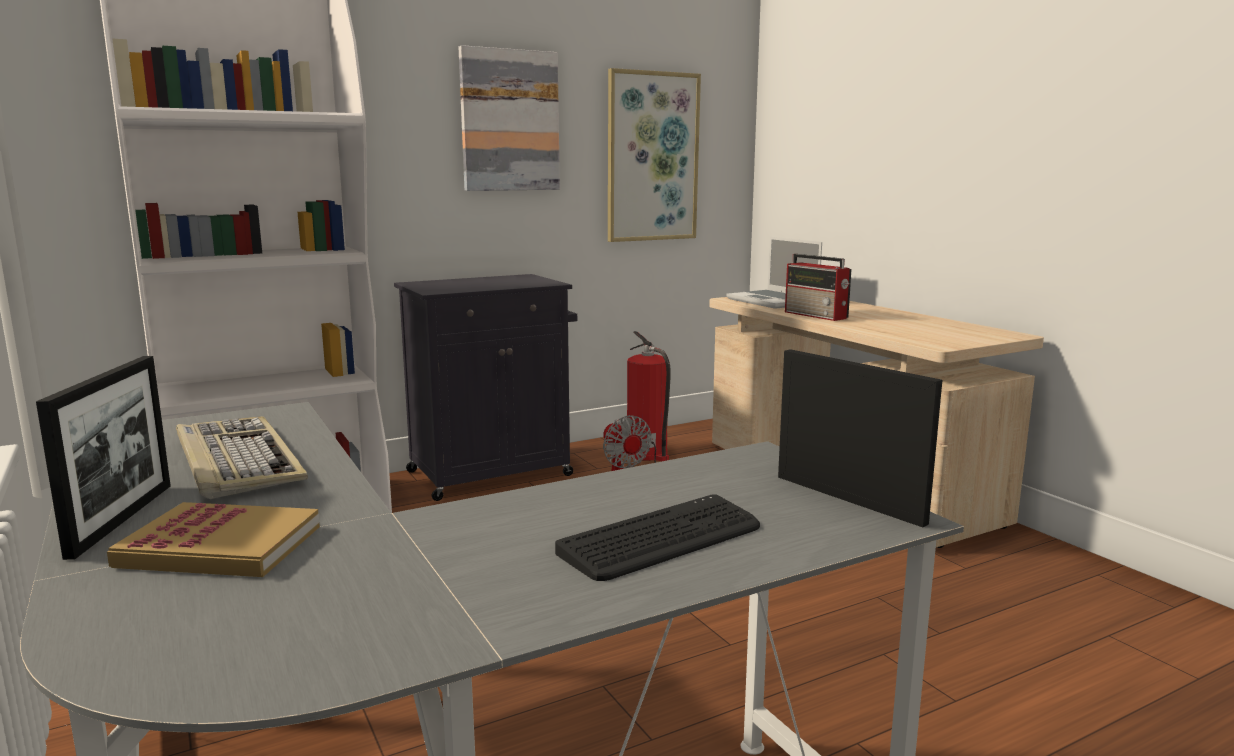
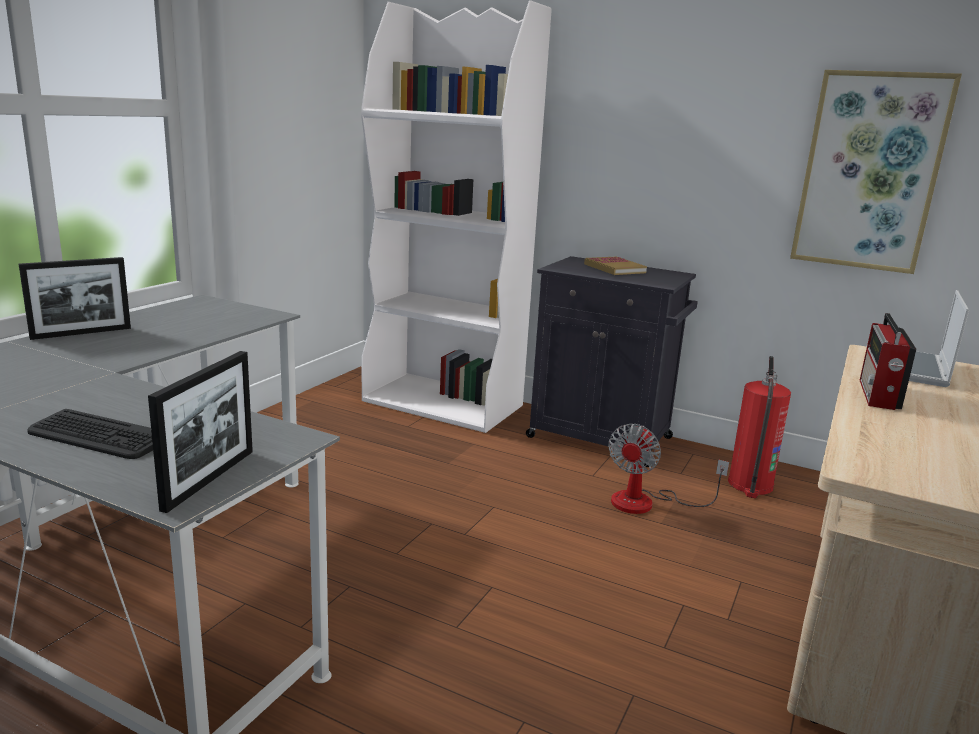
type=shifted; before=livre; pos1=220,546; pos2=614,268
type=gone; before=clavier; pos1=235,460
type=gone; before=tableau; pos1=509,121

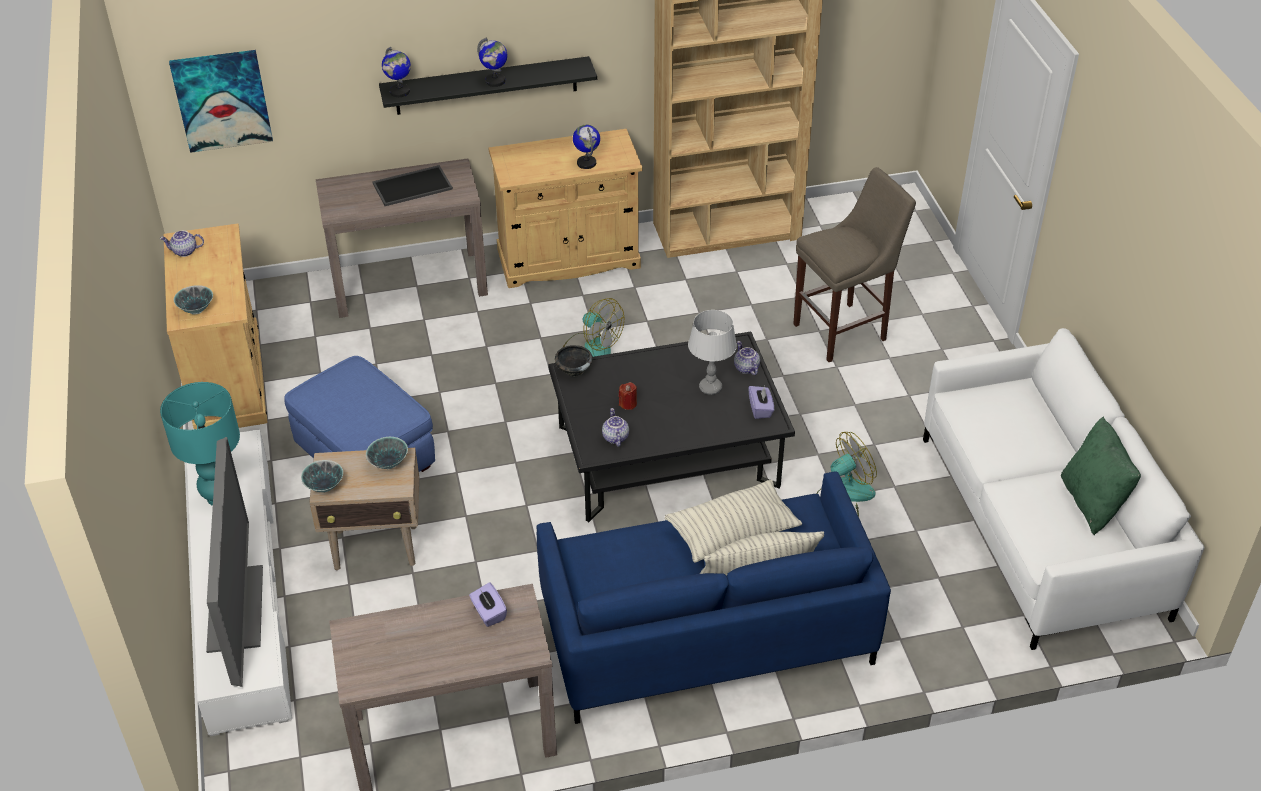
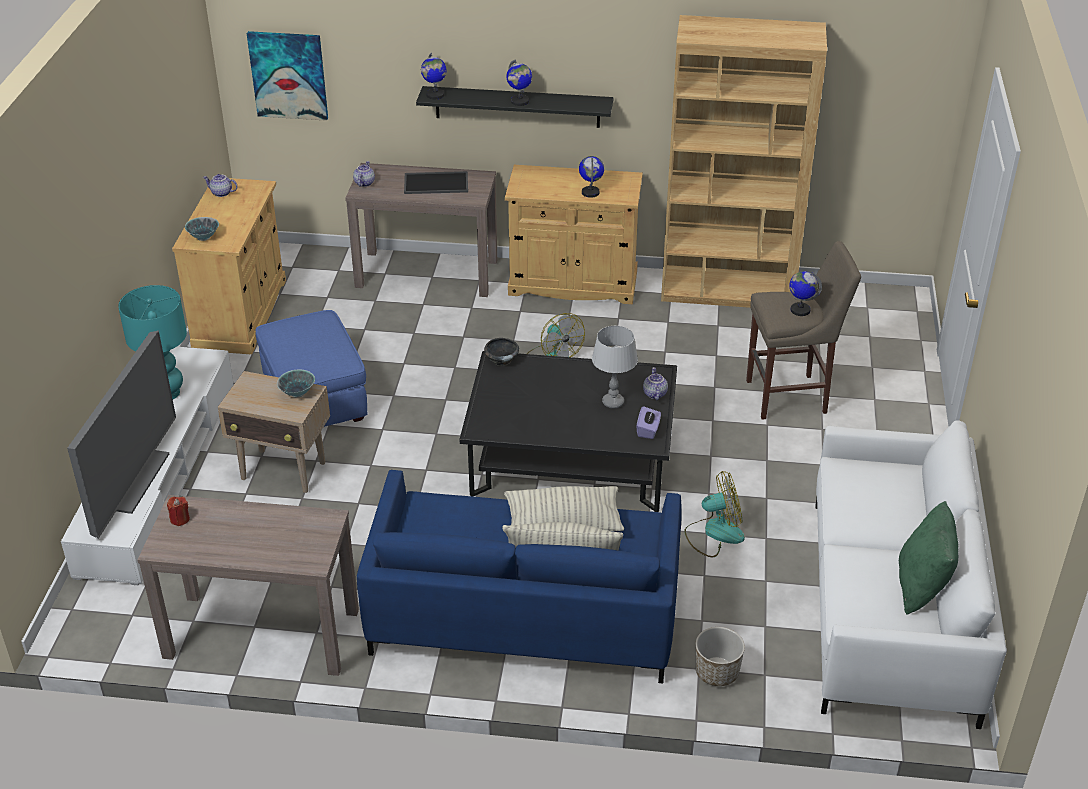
type=gone; before=bol; pos1=324,487
type=gone; before=boîte à mouchoirs [violet]; pos1=488,613
type=shifted; before=théière; pos1=614,437; pos2=364,183
type=shifted; before=bougie [rouge]; pos1=628,403; pos2=180,519
type=new; after=cache-pot; pos2=716,672
type=new; after=globe; pos2=800,310

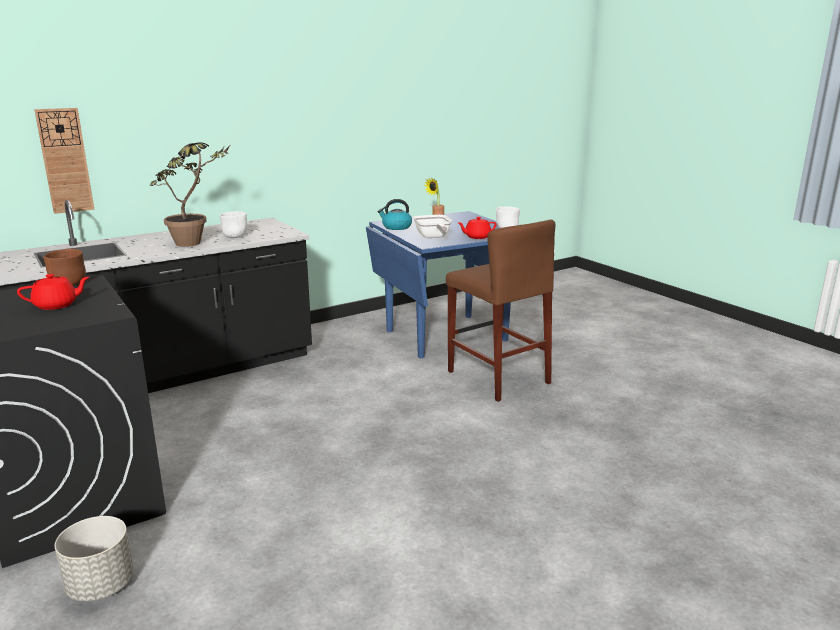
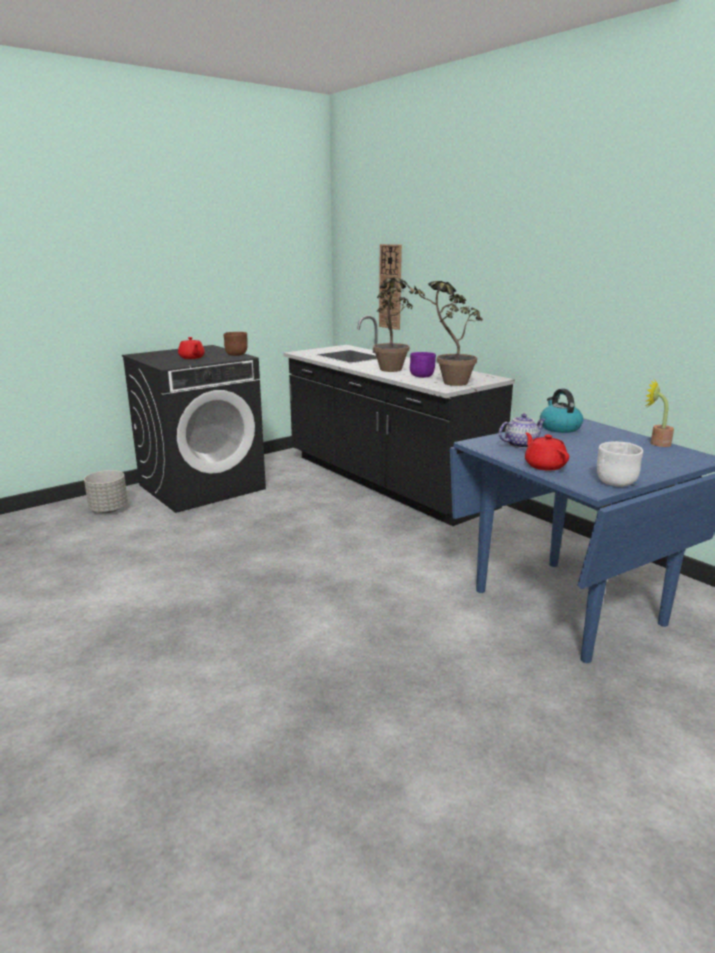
type=repainted; before=bol [blanc]; after=bol [violet]; pos1=235,236; pos2=422,376
type=swapped; before=poêle; after=théière; pos1=433,237; pos2=520,444
type=gone; before=tabouret [marron]; pos1=498,377
type=new; after=plante en pot; pos2=446,383

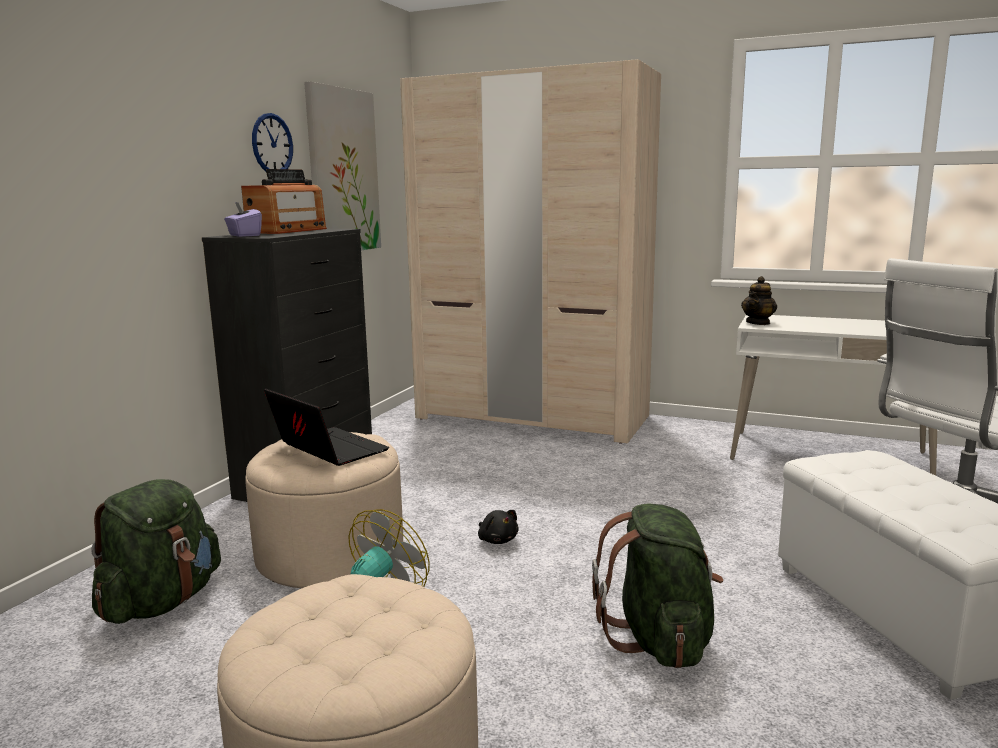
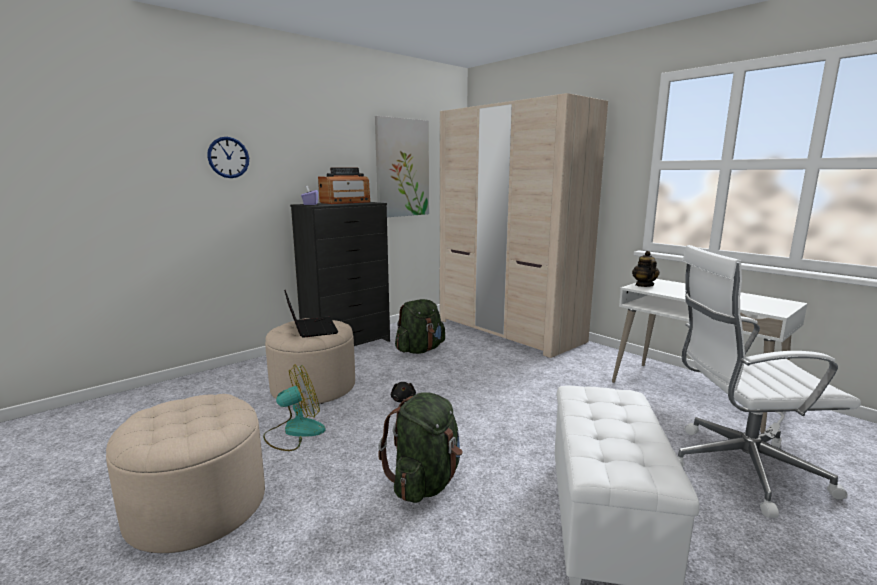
type=shifted; before=sac à dos [vert]; pos1=162,602; pos2=420,350
type=shifted; before=horloge murale; pos1=272,144; pos2=228,157
type=rotated; before=théière; pos1=758,323; pos2=644,285; turn=120

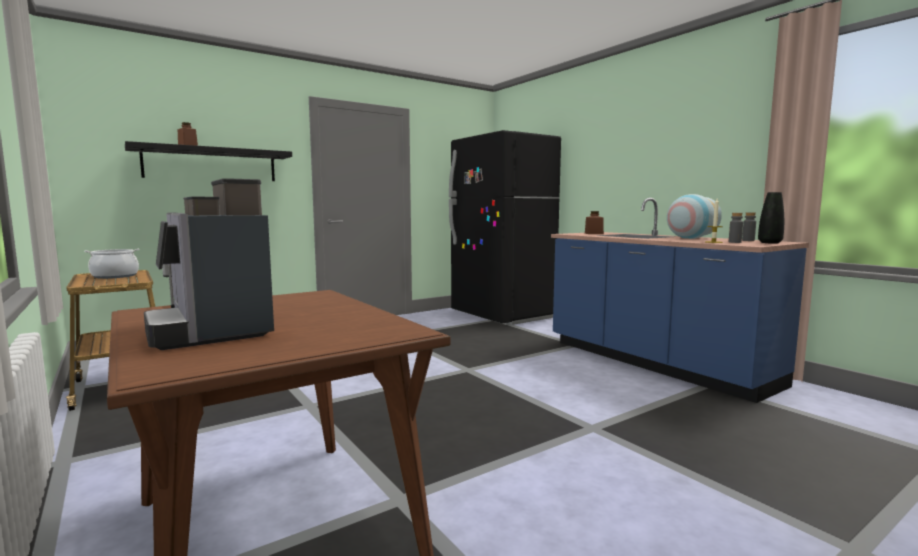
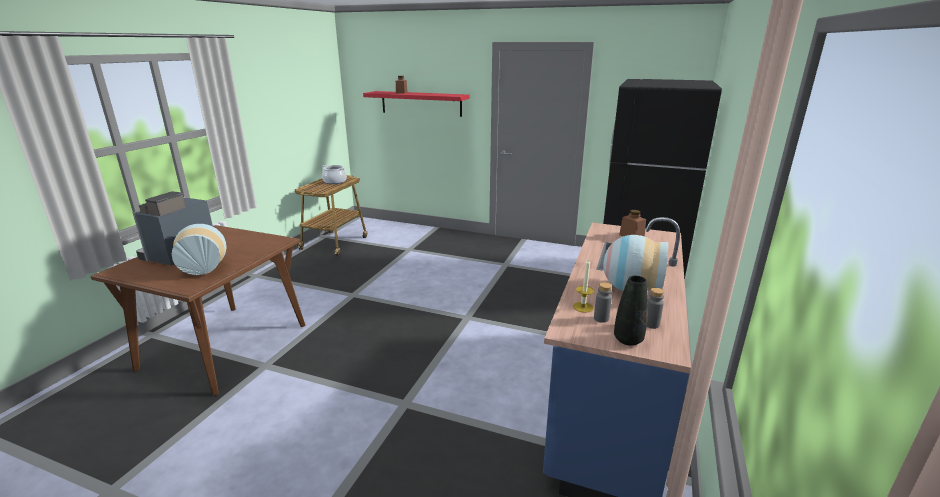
type=repainted; before=étagère [noir]; after=étagère [rouge]; pos1=211,164; pos2=421,103
type=new; after=vase; pos2=205,268

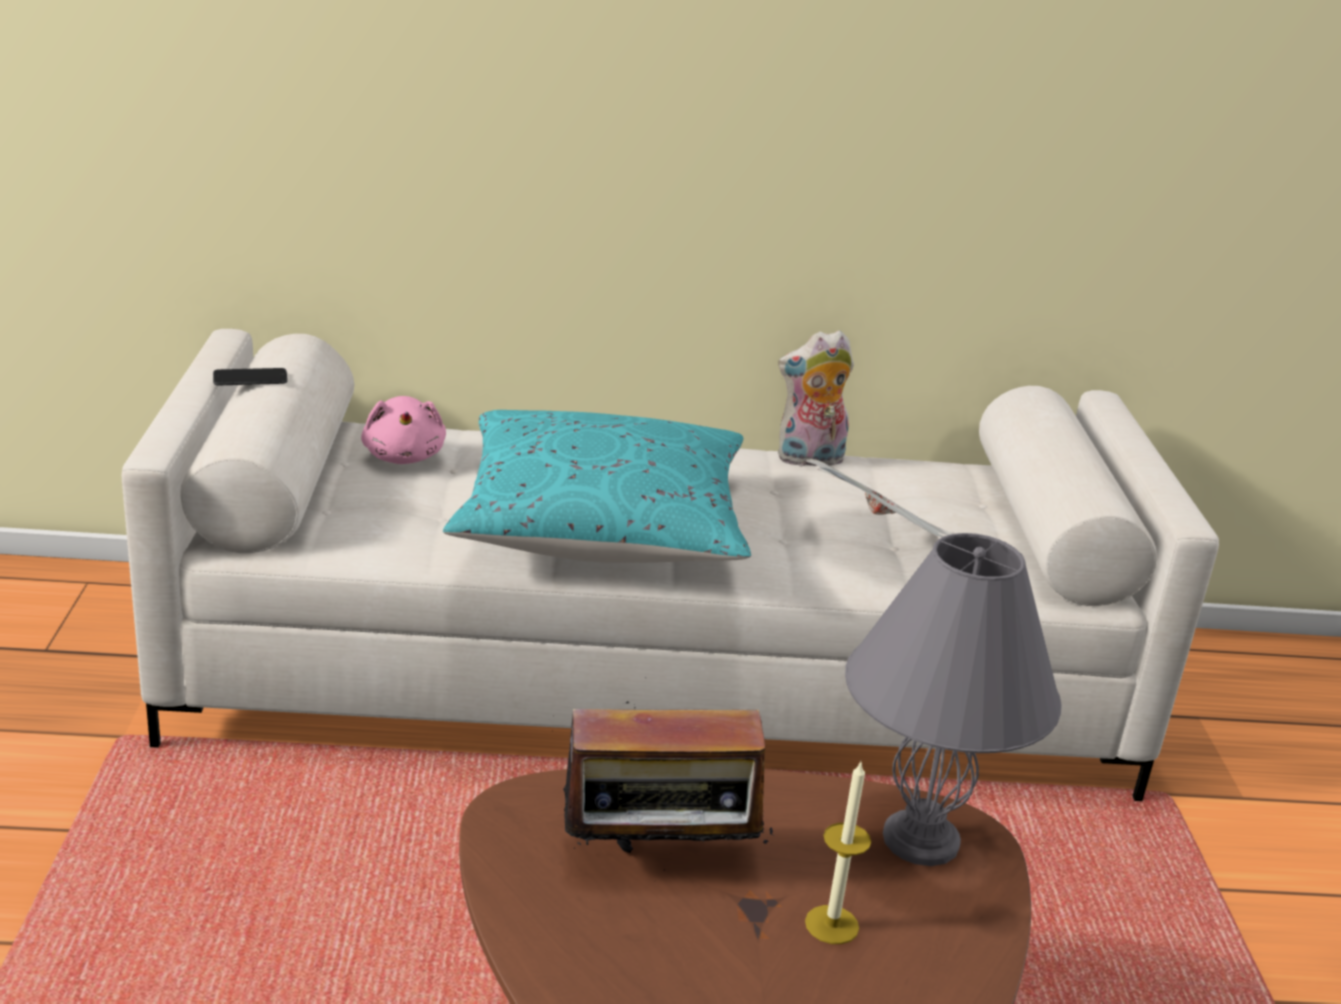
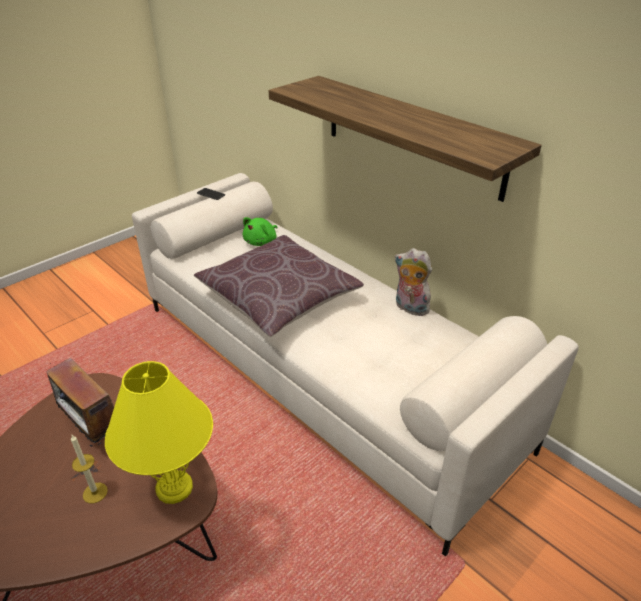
type=repainted; before=peluche [rose]; after=peluche [vert]; pos1=404,456; pos2=261,242
type=repainted; before=coussin [turquoise]; after=coussin [marron]; pos1=601,525; pos2=278,298
type=gone; before=journal; pos1=879,540
type=repainted; before=lampe de table [gris]; after=lampe de table [jaune]; pos1=920,841; pos2=173,488
type=new; after=étagère; pos2=411,135

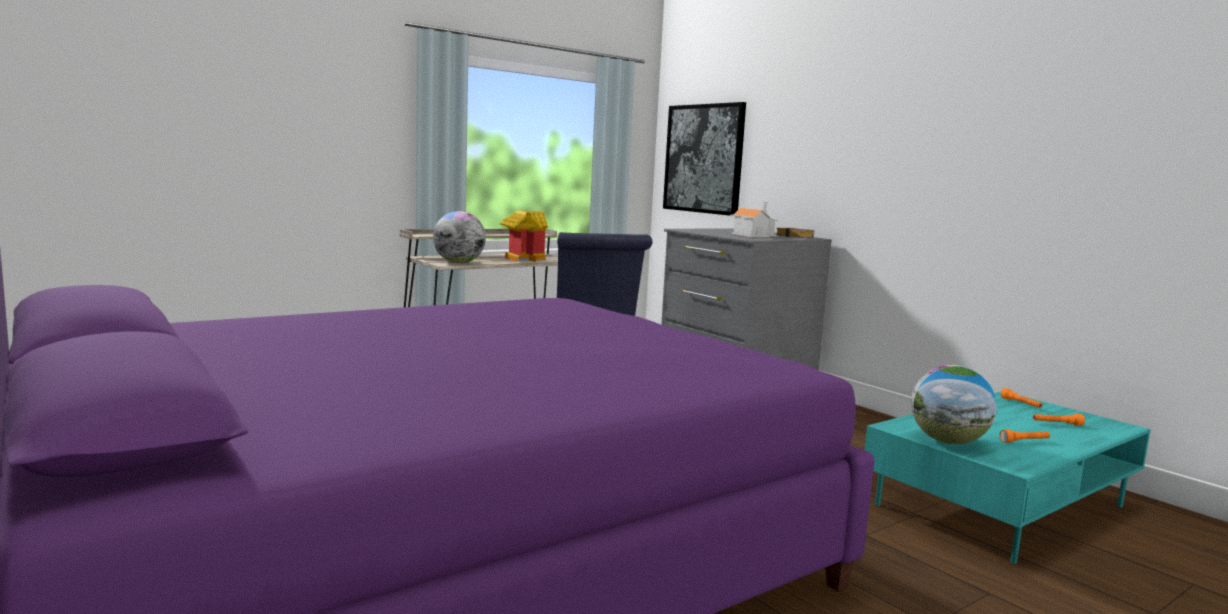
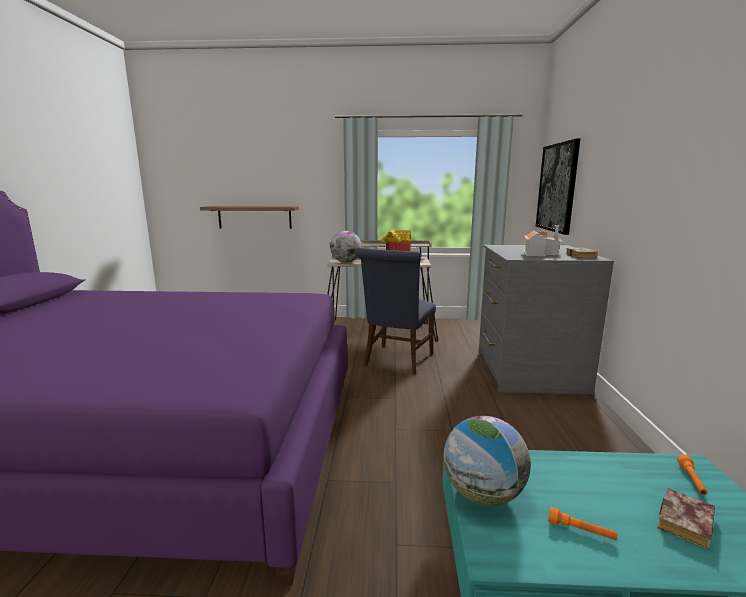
type=swapped; before=lampe de poche [orange]; after=livre; pos1=1056,424; pos2=687,525
type=new; after=étagère; pos2=254,217

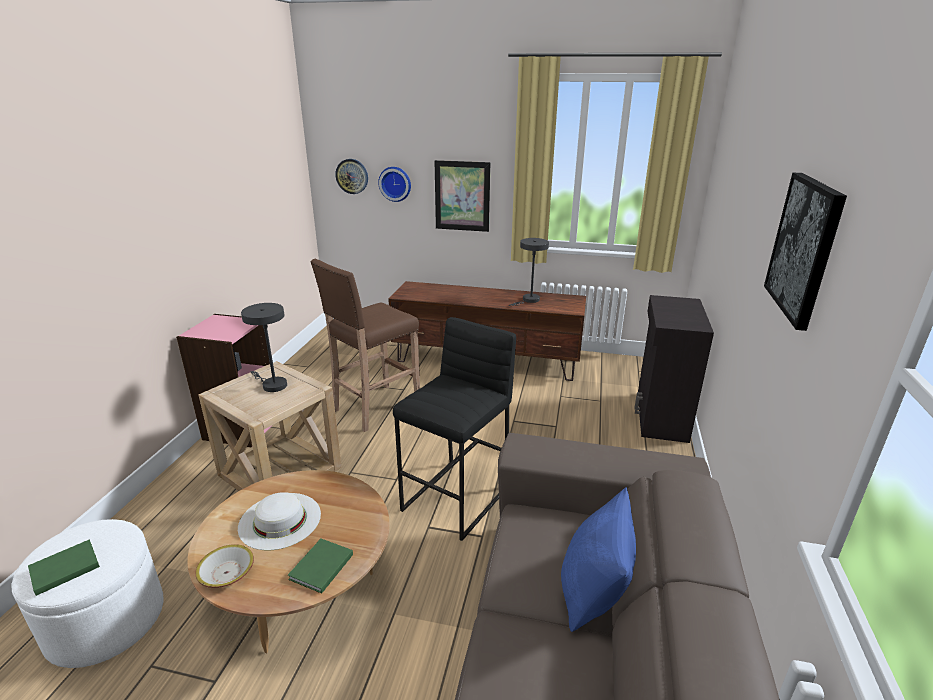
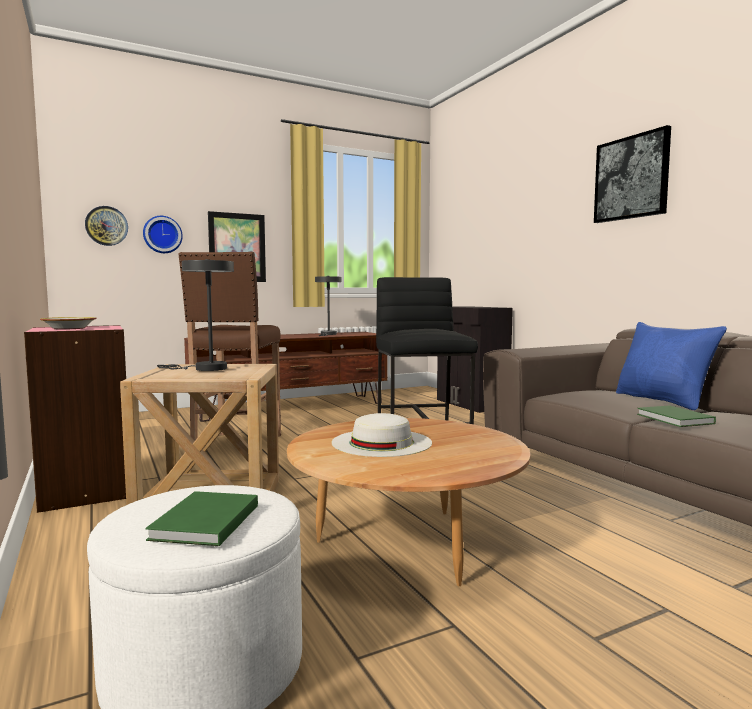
type=shifted; before=bol; pos1=226,573; pos2=69,328
type=shifted; before=livre [vert]; pos1=319,568; pos2=675,419

